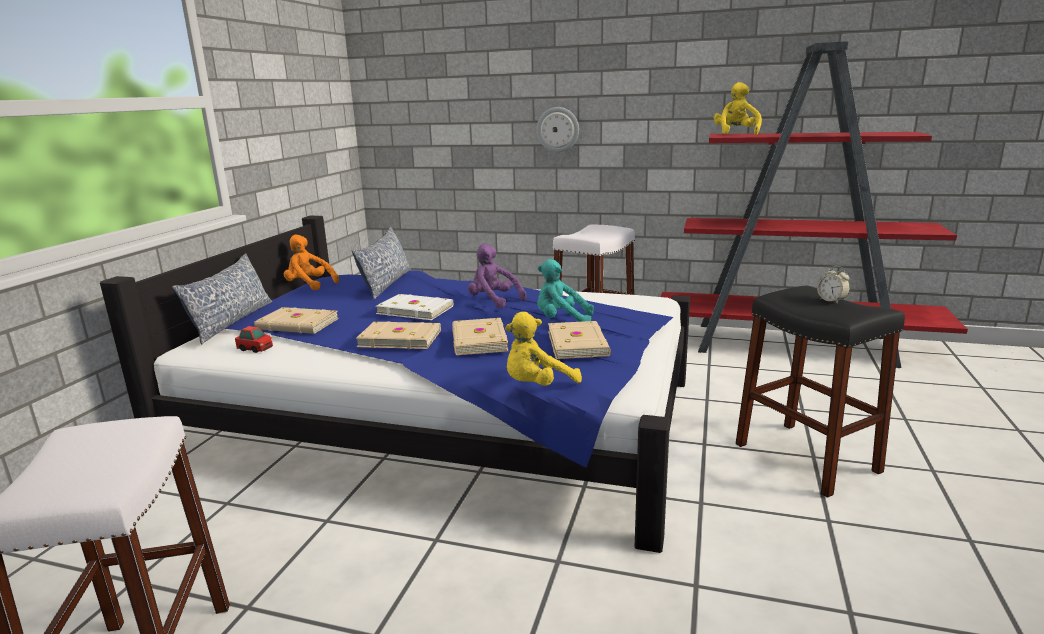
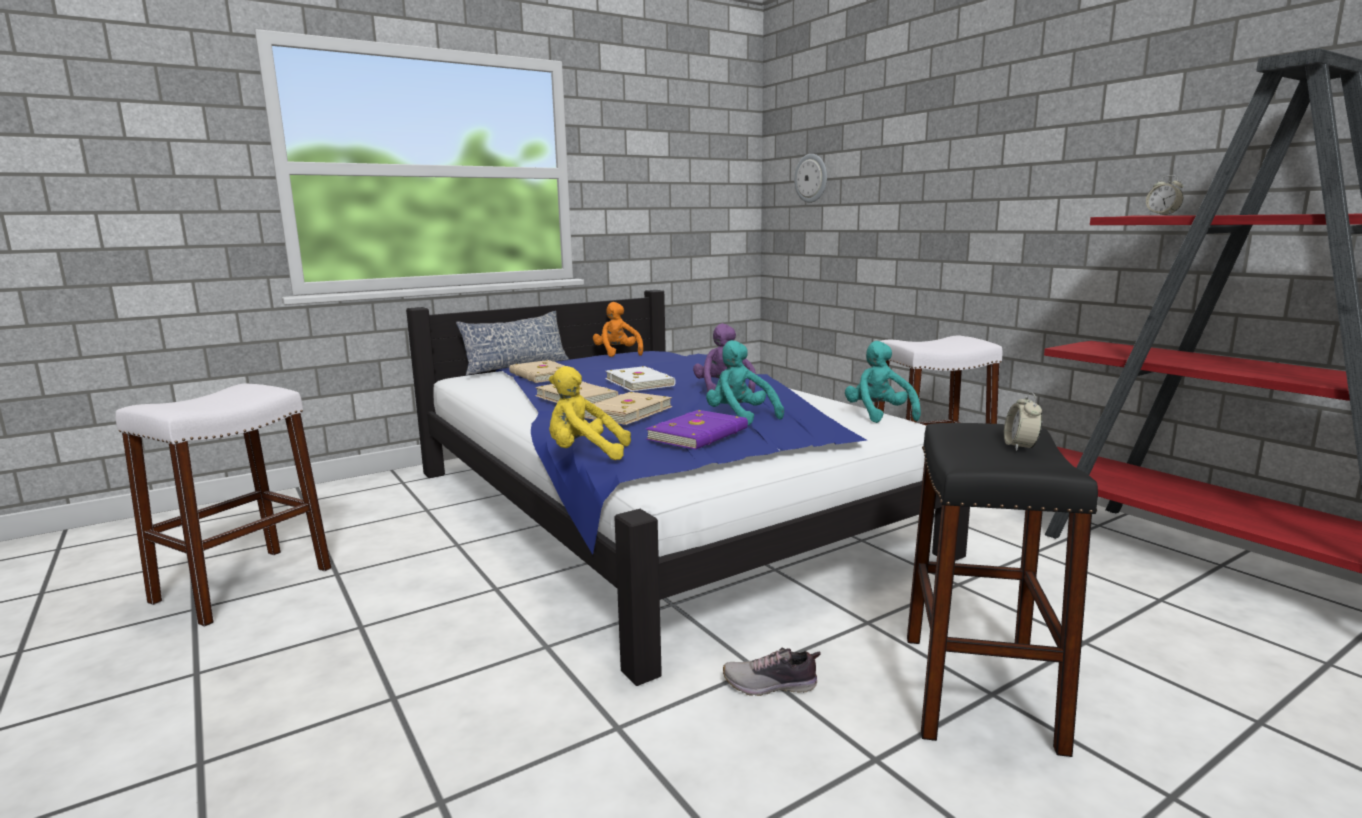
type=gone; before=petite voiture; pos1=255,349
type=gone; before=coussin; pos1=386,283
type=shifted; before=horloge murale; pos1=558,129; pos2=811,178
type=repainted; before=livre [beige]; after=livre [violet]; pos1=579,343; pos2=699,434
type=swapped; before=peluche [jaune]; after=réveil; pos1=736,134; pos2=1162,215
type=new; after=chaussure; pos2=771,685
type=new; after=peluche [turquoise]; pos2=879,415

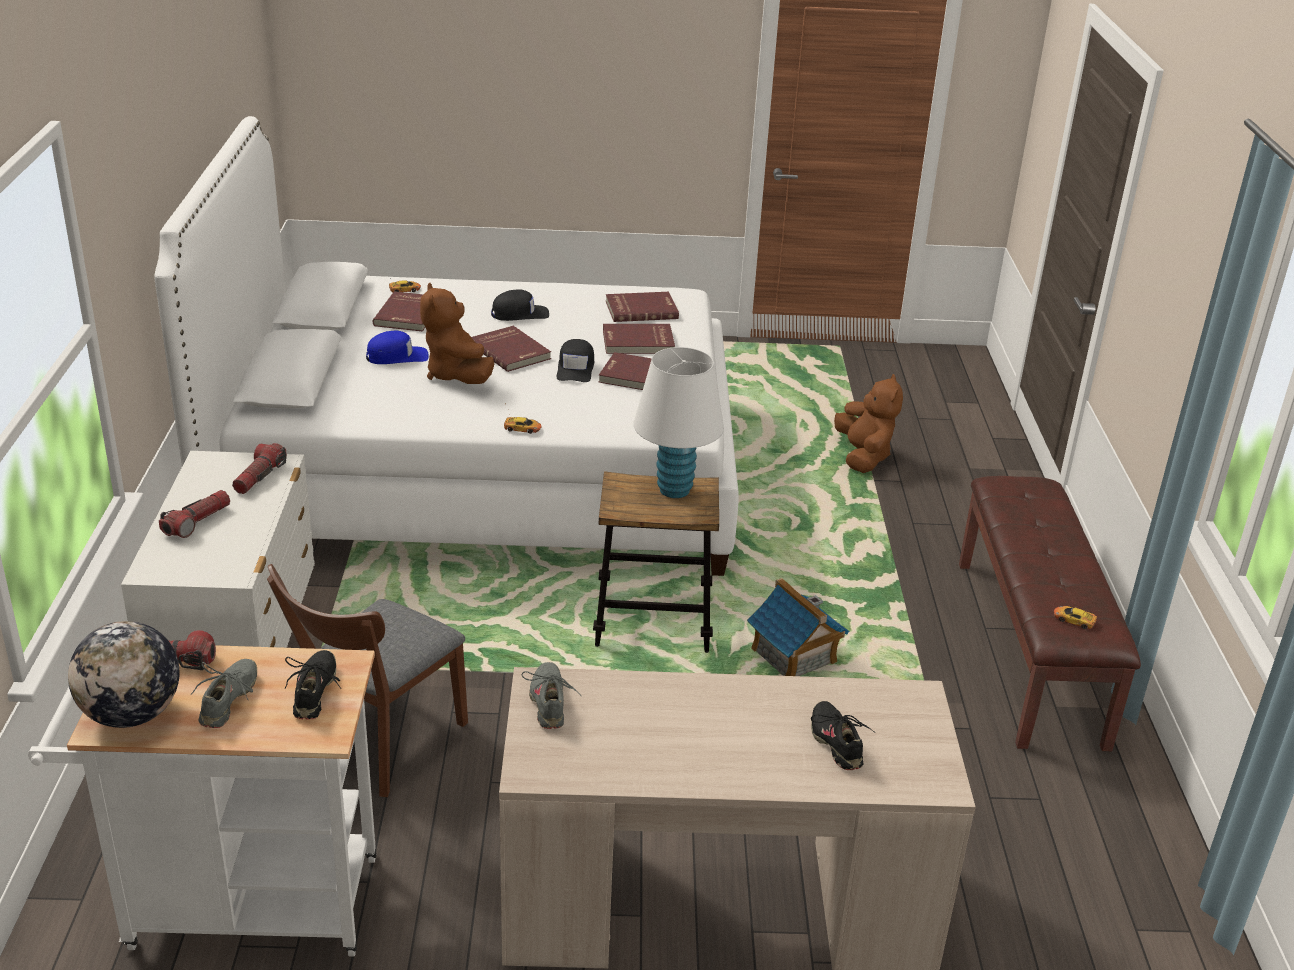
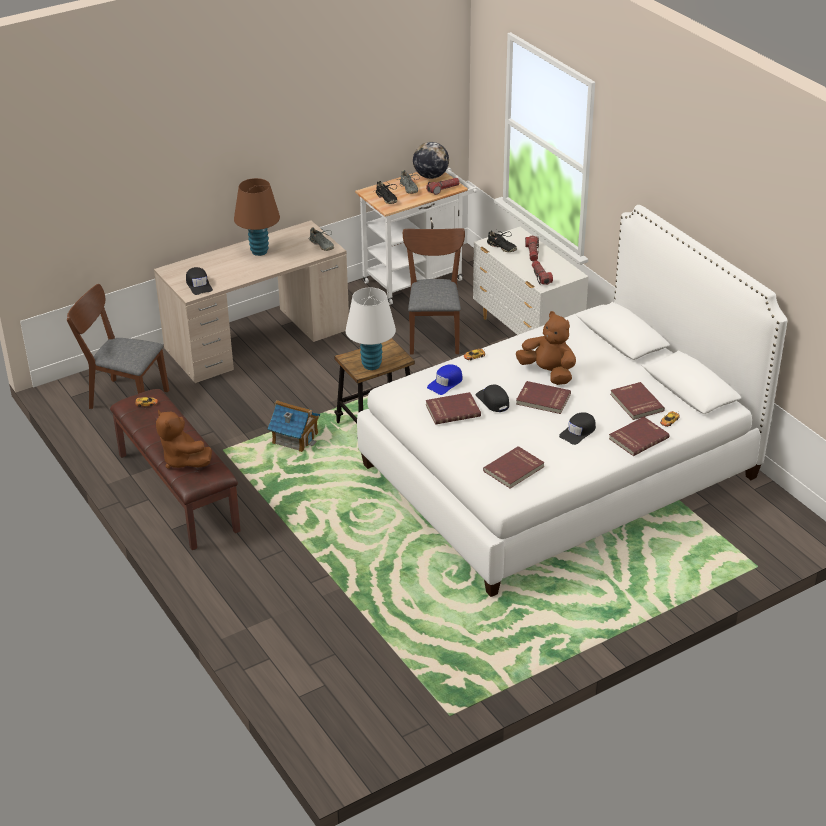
type=shifted; before=casquette [bleu]; pos1=397,356; pos2=445,383
type=shifted; before=livre [rouge]; pos1=638,342; pos2=638,438
type=shifted; before=chaussure [noir]; pos1=837,742; pos2=501,247
type=shifted; before=peluche [marron]; pos1=863,456; pos2=183,460
type=new; after=chaise [marron]; pos2=123,397
type=new; after=casquette [noir]; pos2=198,285
type=new; after=lampe de table [marron]; pos2=259,251

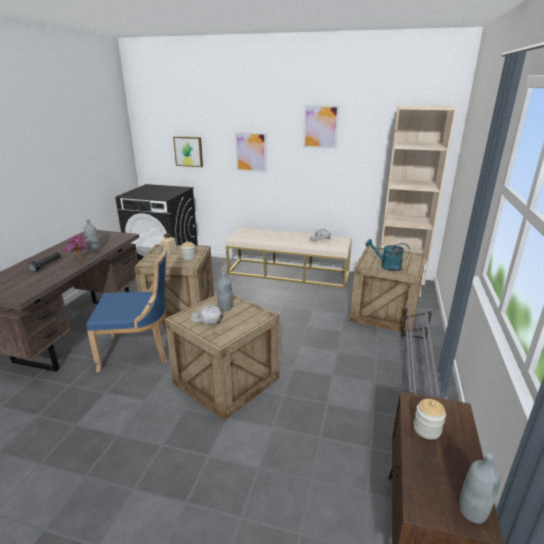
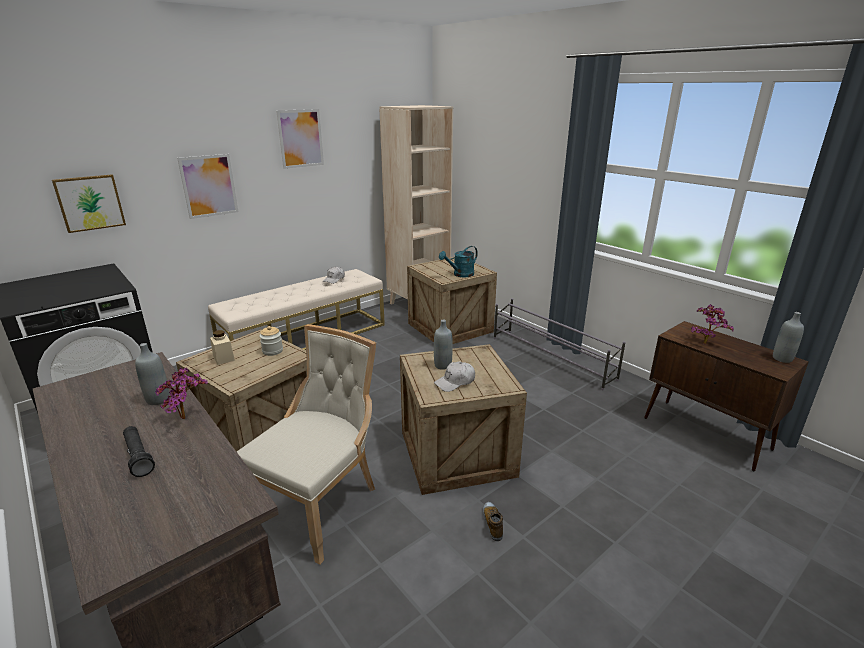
type=repainted; before=chaise [bleu]; after=chaise [beige]; pos1=140,351; pos2=320,504
type=swapped; before=bocal; after=plante en pot; pos1=427,429; pos2=705,343
type=new; after=chaussure; pos2=493,523

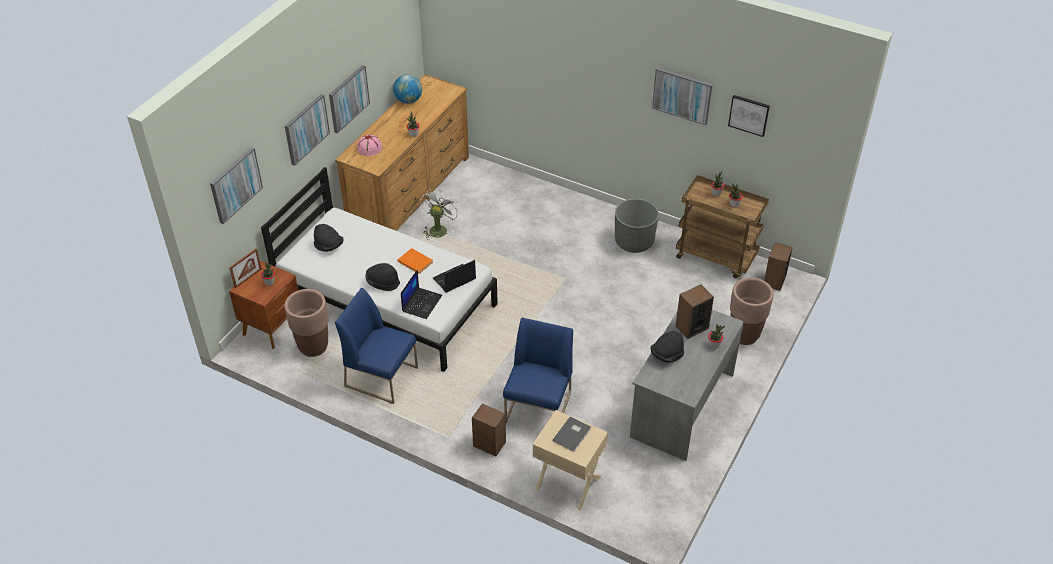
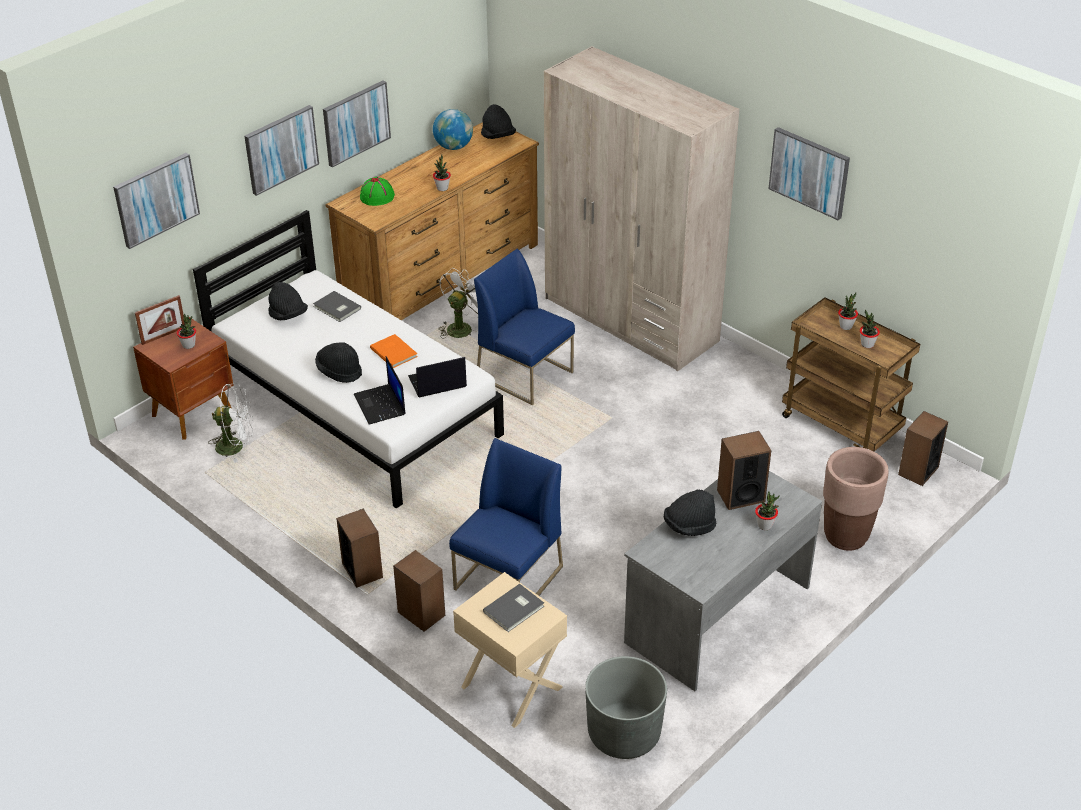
type=swapped; before=cache-pot [marron]; after=ventilateur [blanc]; pos1=313,346; pos2=236,446
type=shifted; before=chaise [bleu]; pos1=382,376; pos2=526,374
type=repainted; before=chapeau [rose]; after=chapeau [vert]; pos1=370,148; pos2=377,196
type=rotated; before=ordinateur portable; pos1=421,303; pos2=380,405; turn=120
type=shifted; before=cache-pot [gris]; pos1=634,241; pos2=624,733
type=gone; before=tableau; pos1=749,115
type=new; after=livre [gris]; pos2=336,308
type=new; after=enceinte; pos2=362,571
type=new; after=chapeau [noir]; pos2=497,137
type=new; after=armoire [beige]; pos2=631,320

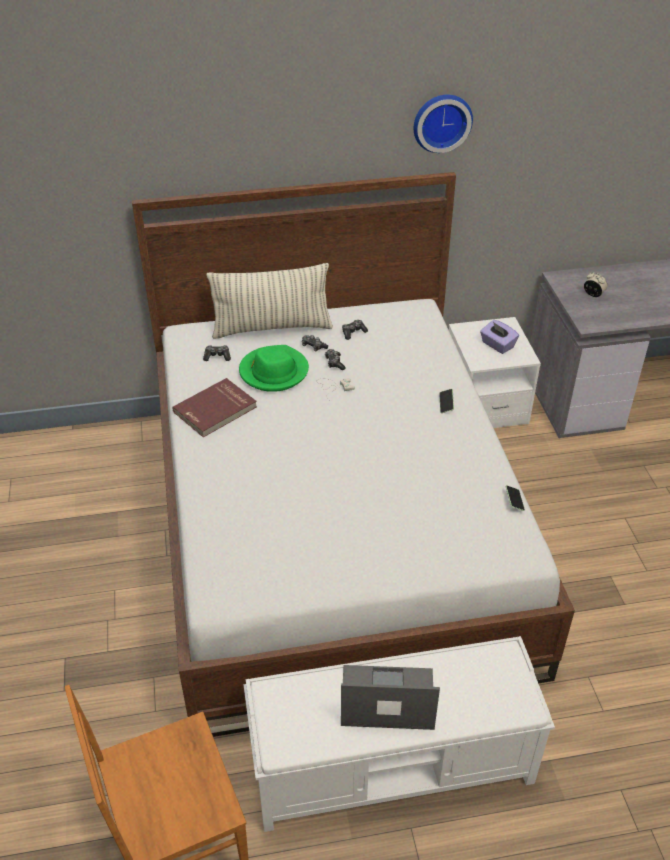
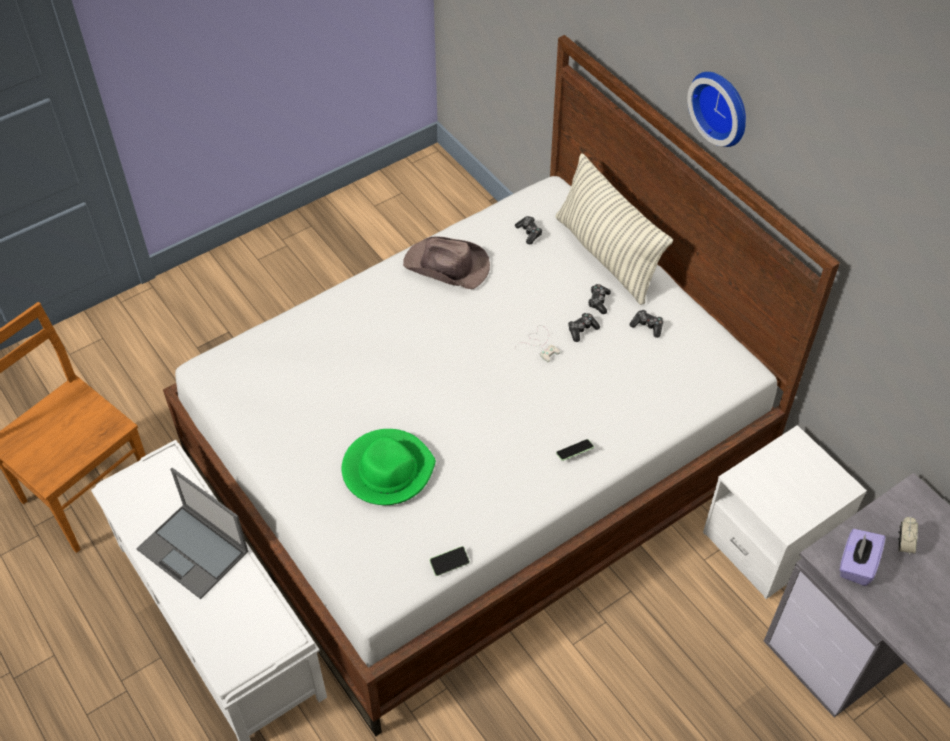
type=swapped; before=livre [rouge]; after=chapeau [marron]; pos1=216,410; pos2=447,266
type=shifted; before=chapeau [vert]; pos1=273,371; pos2=387,469
type=rotated; before=ordinateur portable; pos1=386,698; pos2=194,551; turn=150
type=shifted; before=horloge murale; pos1=441,121; pos2=722,106
type=shifted; before=boîte à mouchoirs [violet]; pos1=497,345; pos2=856,565

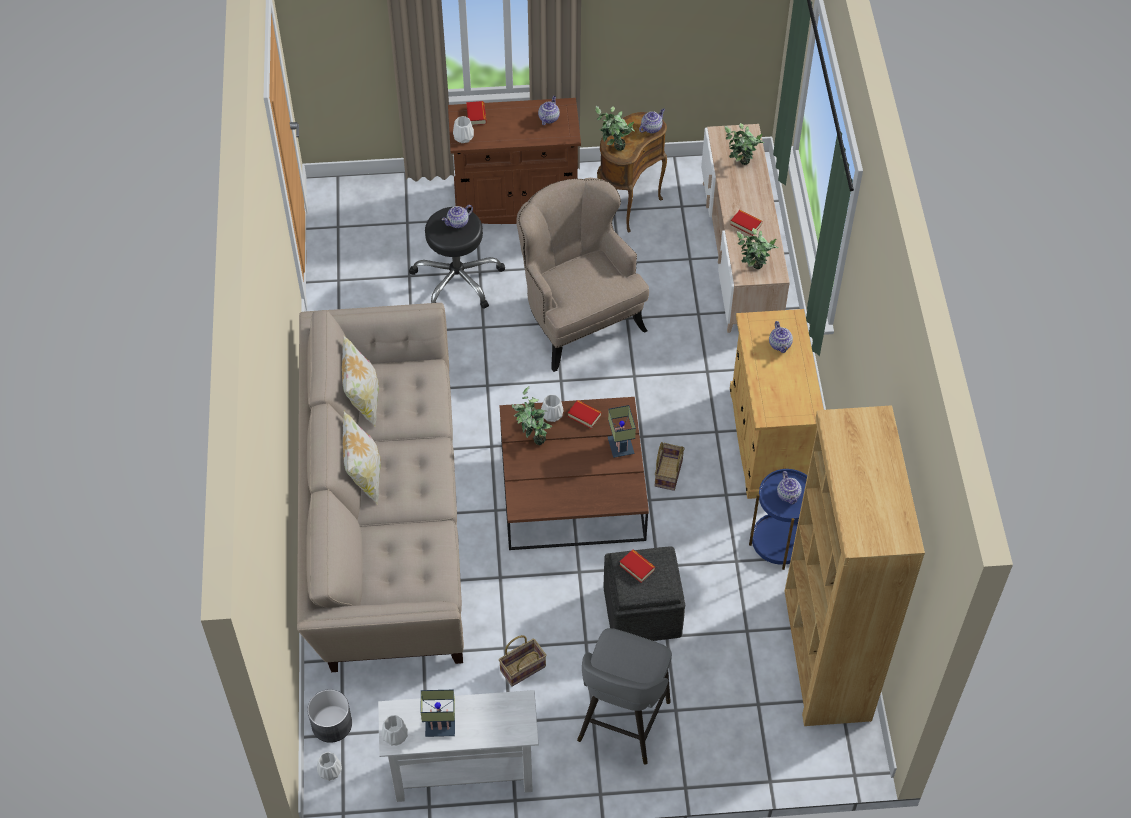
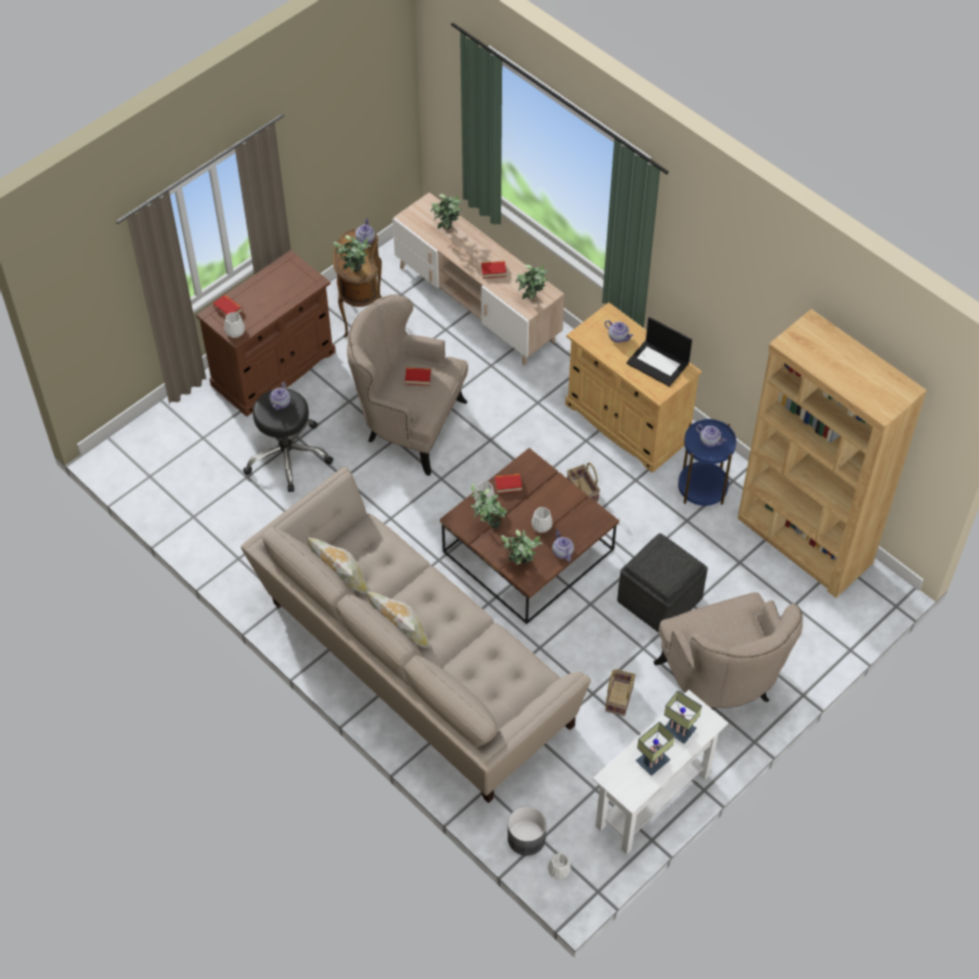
type=shifted; before=vase [blanc]; pos1=394,736; pos2=541,526
type=shifted; before=théière; pos1=548,118; pos2=562,552
type=swapped; before=tabouret [gris]; after=fauteuil [beige]; pos1=622,723; pos2=722,684
type=shifted; before=lampe de table; pos1=622,447; pos2=681,730
type=shifted; before=livre; pos1=637,567; pos2=418,378
type=new; after=plante en pot; pos2=521,566
type=new; after=ordinateur portable; pos2=658,363

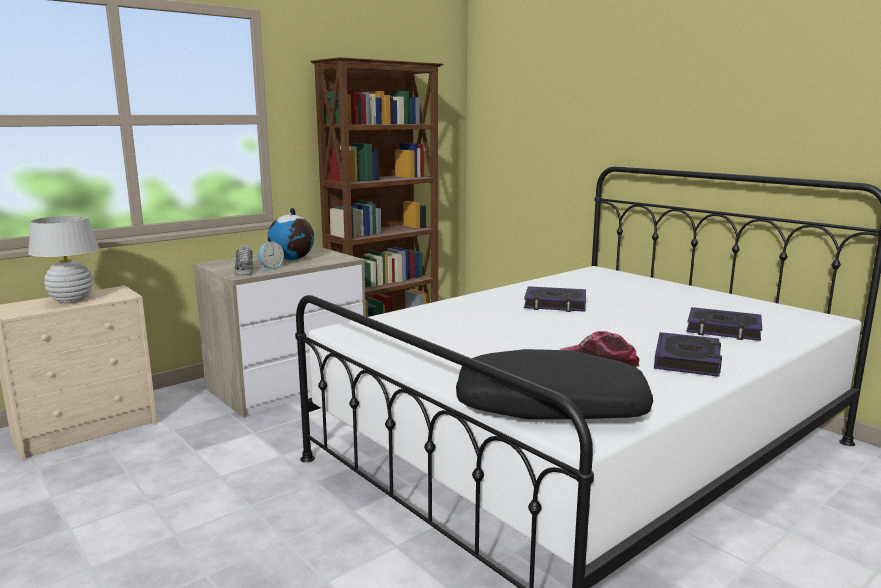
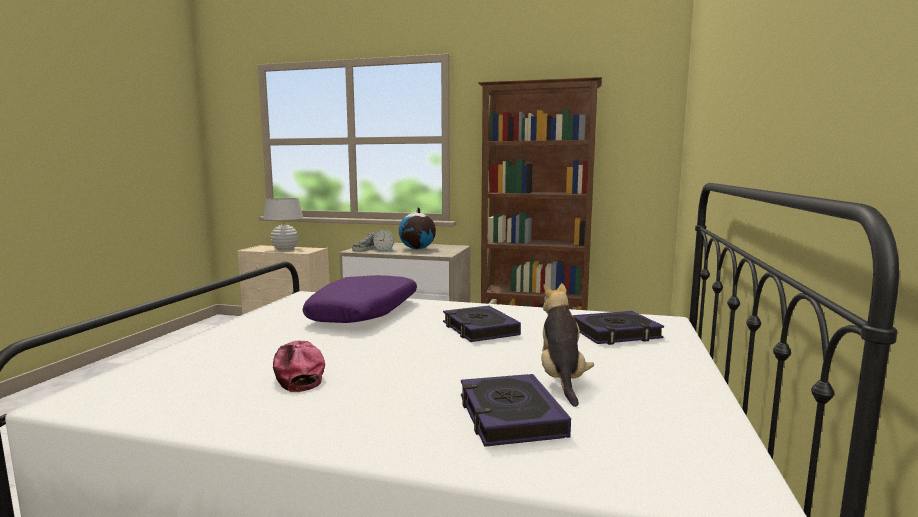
type=gone; before=coussin [noir]; pos1=550,407
type=shifted; before=livre; pos1=687,360; pos2=615,333
type=new; after=coussin [violet]; pos2=365,312
type=new; after=peluche; pos2=561,378

